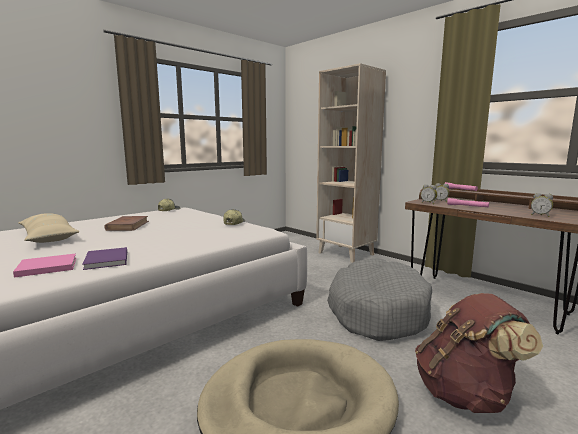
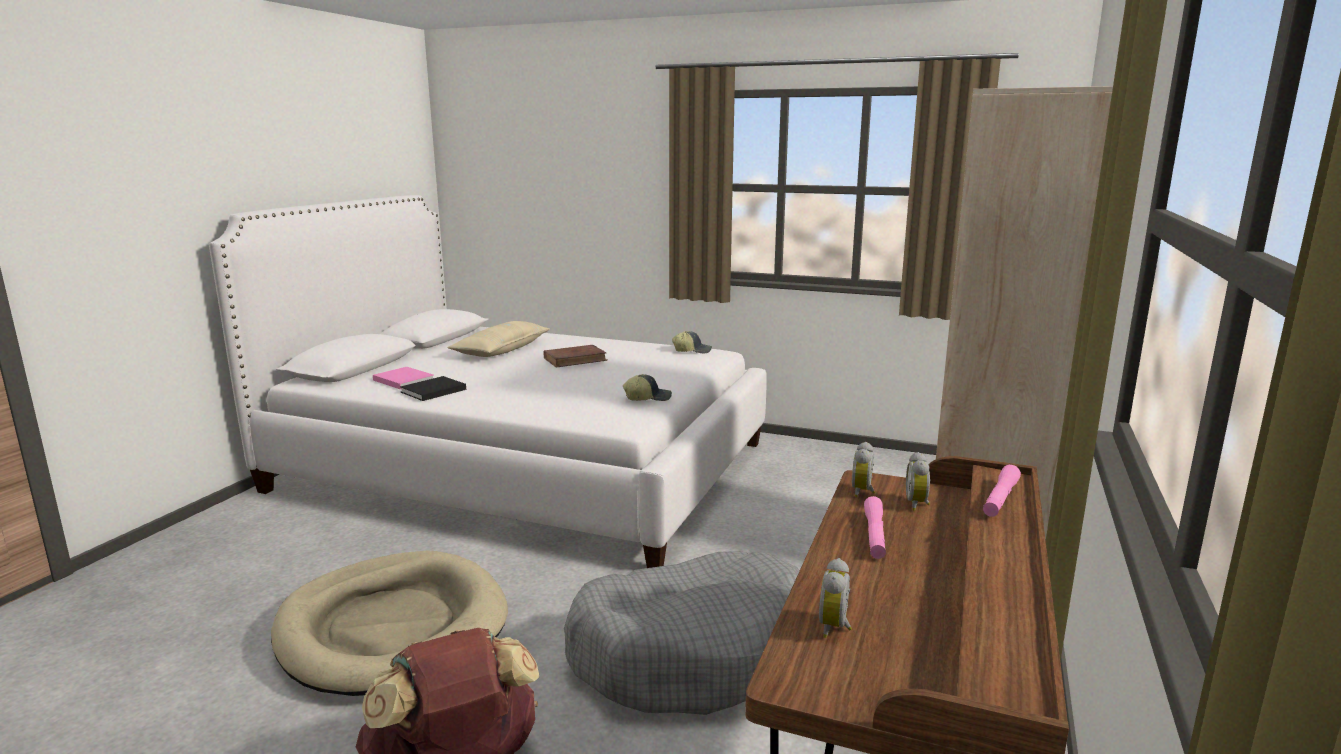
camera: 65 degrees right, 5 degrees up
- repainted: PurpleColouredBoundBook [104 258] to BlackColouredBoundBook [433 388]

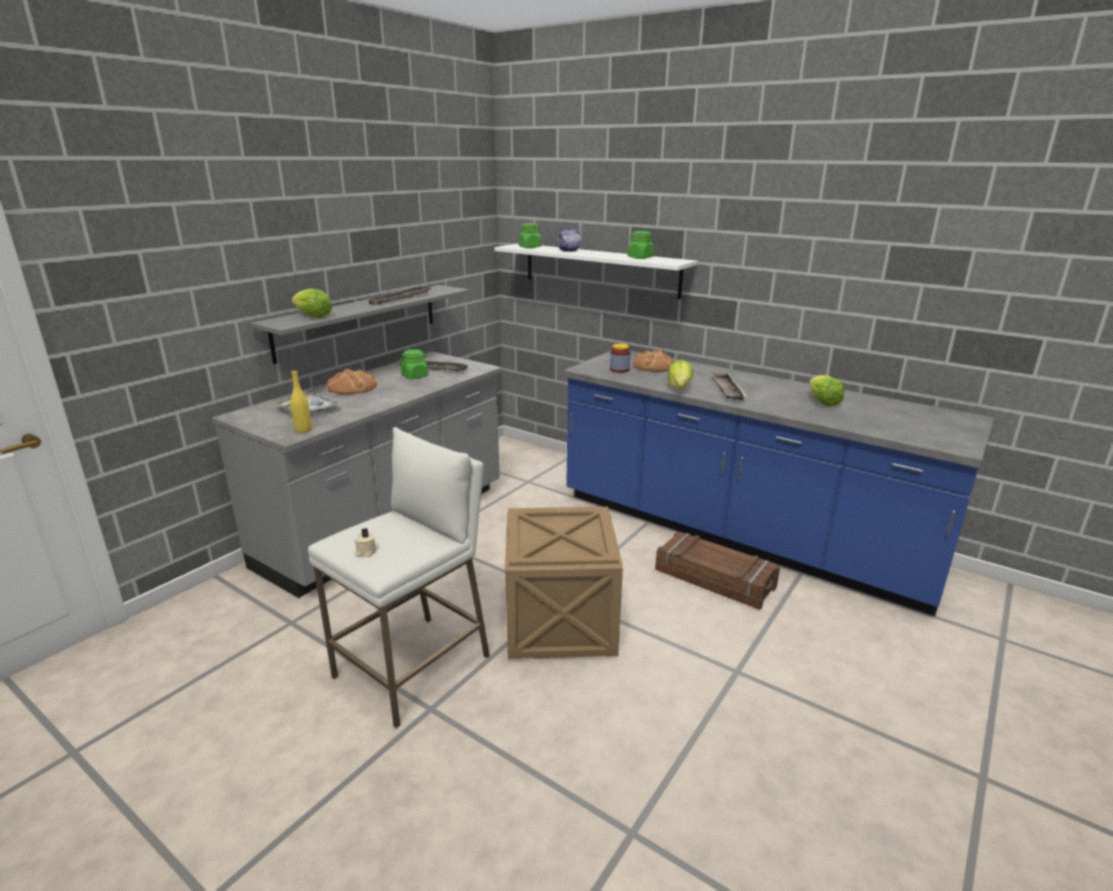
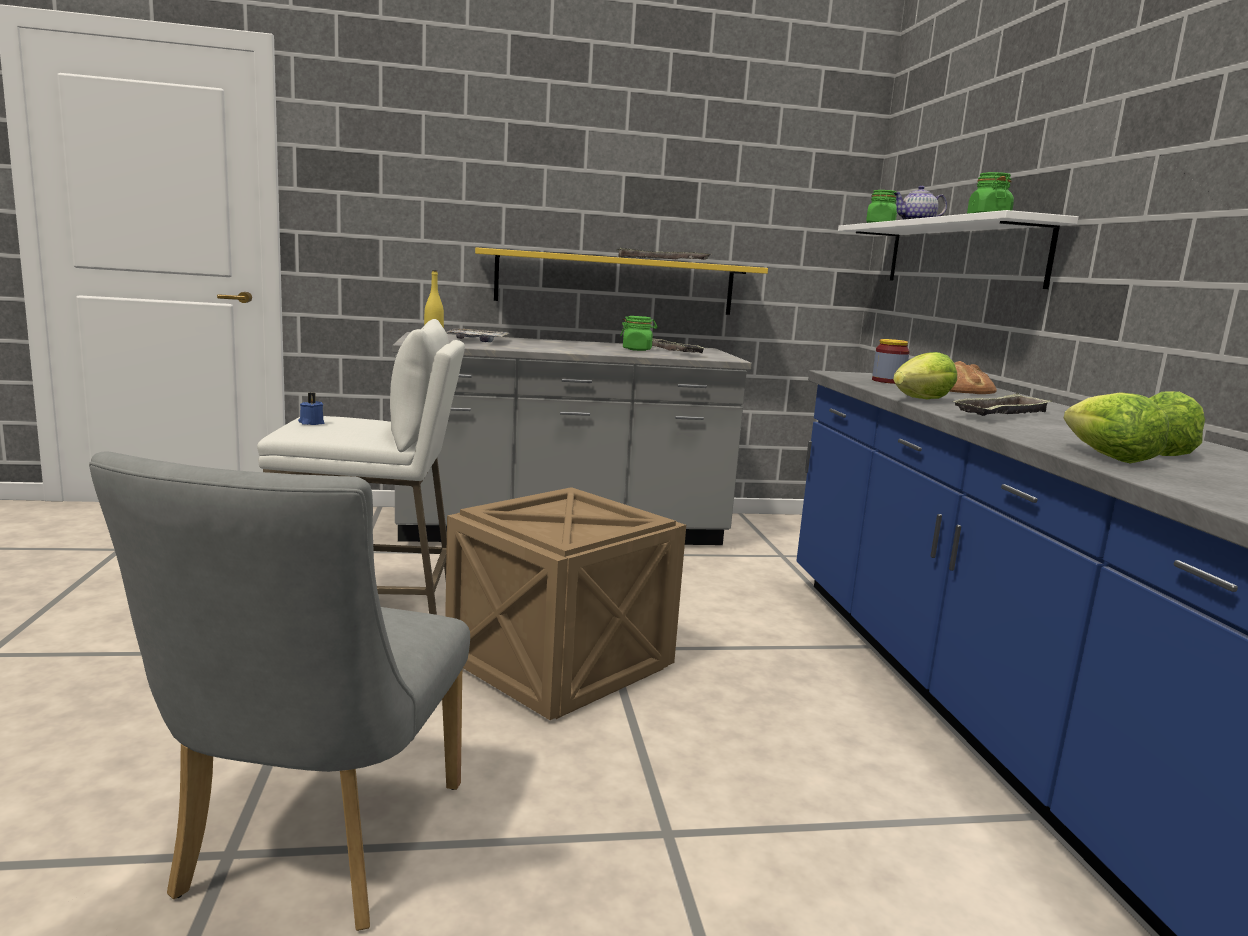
camera: 45 degrees right, 10 degrees down
- repainted: GreyBracketShelf [359 324] to YellowColouredBracketShelf [621 281]
- shifted: Lettuce [311 303] to [1116 427]
- gone: BakeryBread [352 381]
- repainted: SandColouredWaxCandle [365 542] to BlueWaxCandle [311 408]
- gone: PackingCrate [717 570]
- new: GreyUprightChair [279 691]

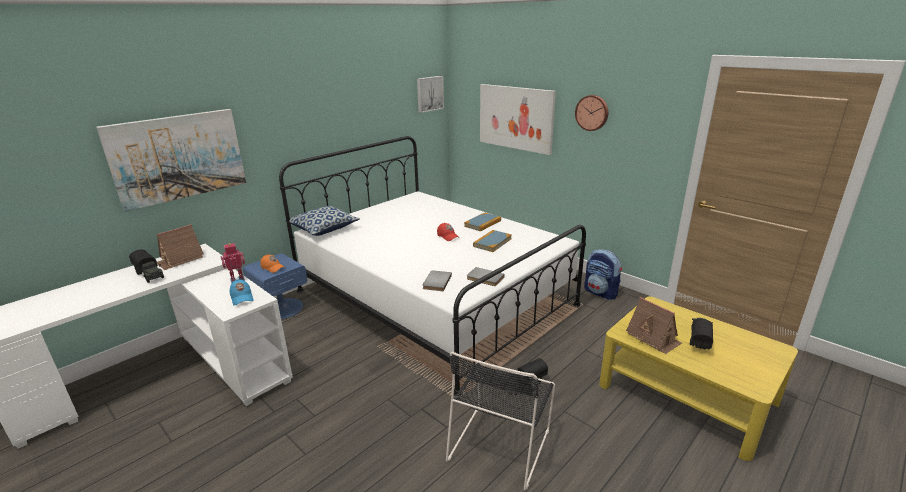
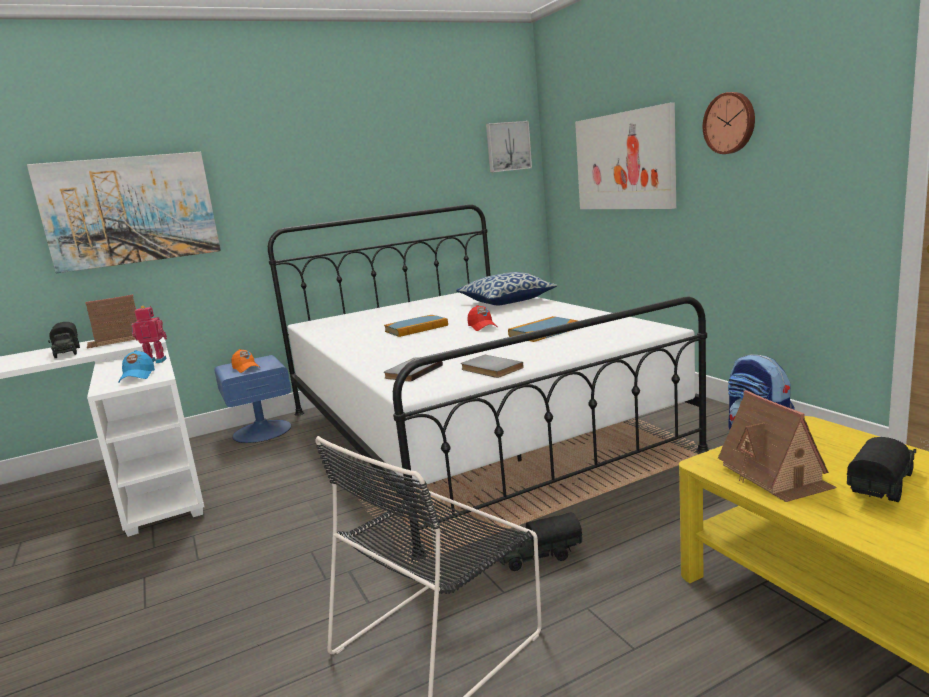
camera: 20 degrees right, 10 degrees down
- shifted: Pillow [322 221] to [506 288]
- shifted: BoundBook [482 222] to [416 326]

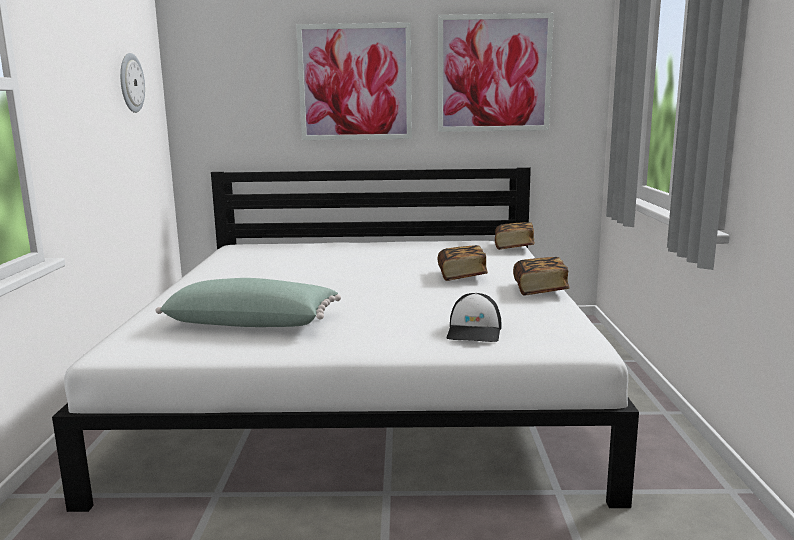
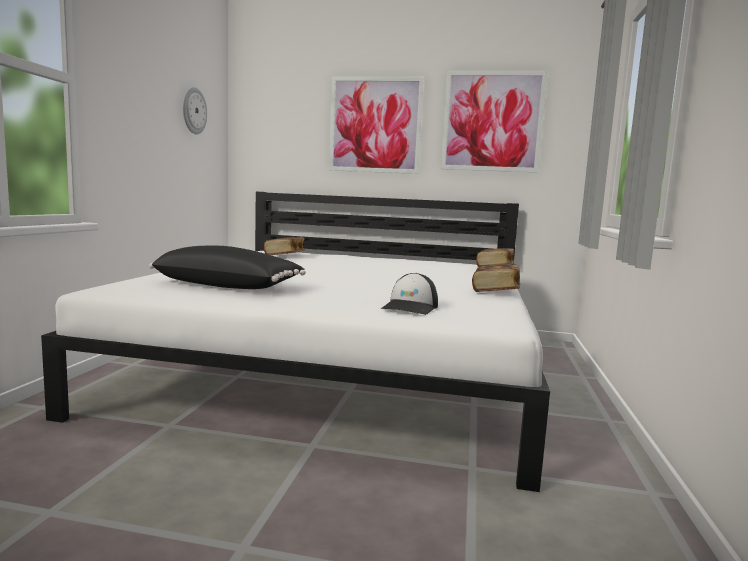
camera: 10 degrees right, 5 degrees down
- repainted: GreenColouredPillow [248 302] to BlackColouredPillow [227 267]
- shifted: BoundBook [463 263] to [284 246]

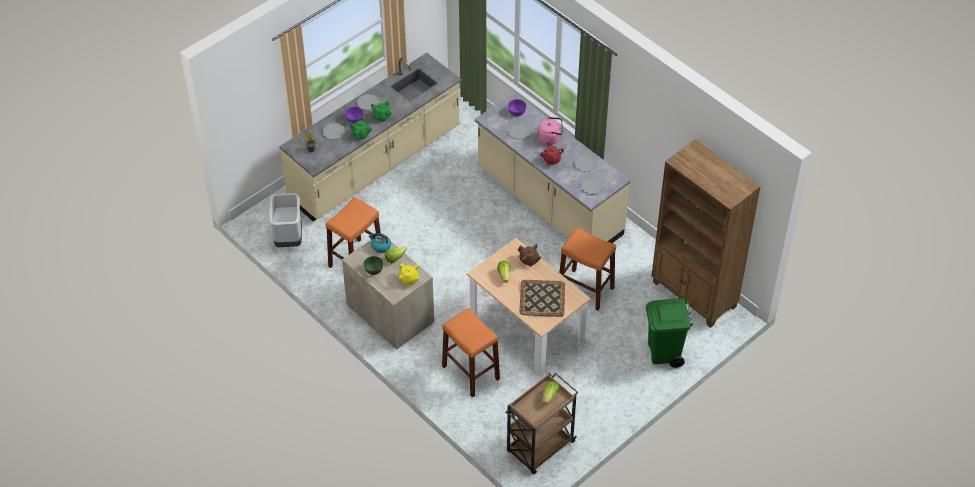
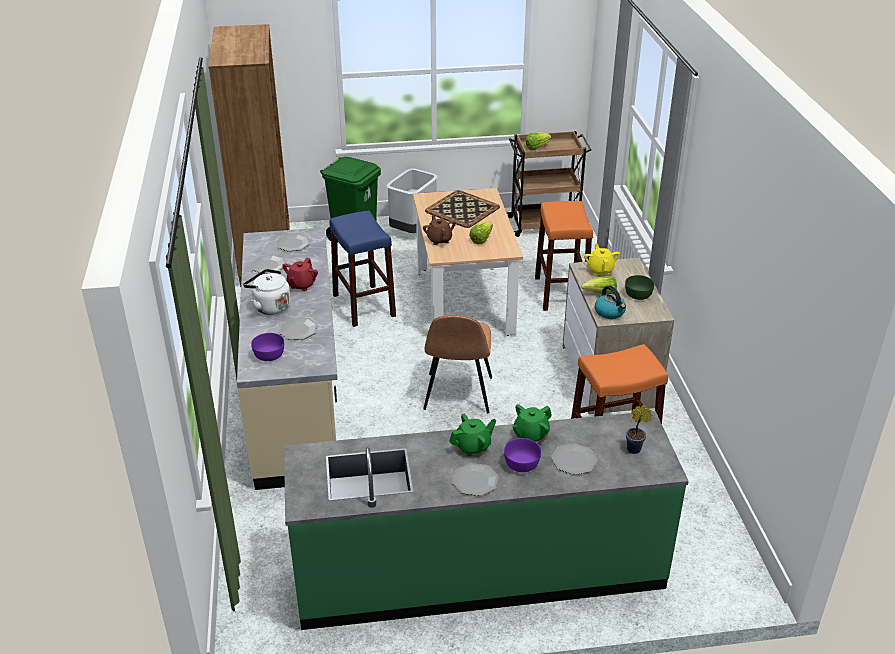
camera: 145 degrees left, 15 degrees down
- shifted: GreyWasteBin [285 220] to [412 200]
- repainted: SandColouredCounter [370 137] to GreenColouredCounter [486 520]
- repainted: PinkTeaKettle [550 131] to WhiteTeaKettle [267 292]
- repainted: OrangeColouredStool [587 269] to BlueStool [362 269]
- new: BrownUprightChair [457 364]

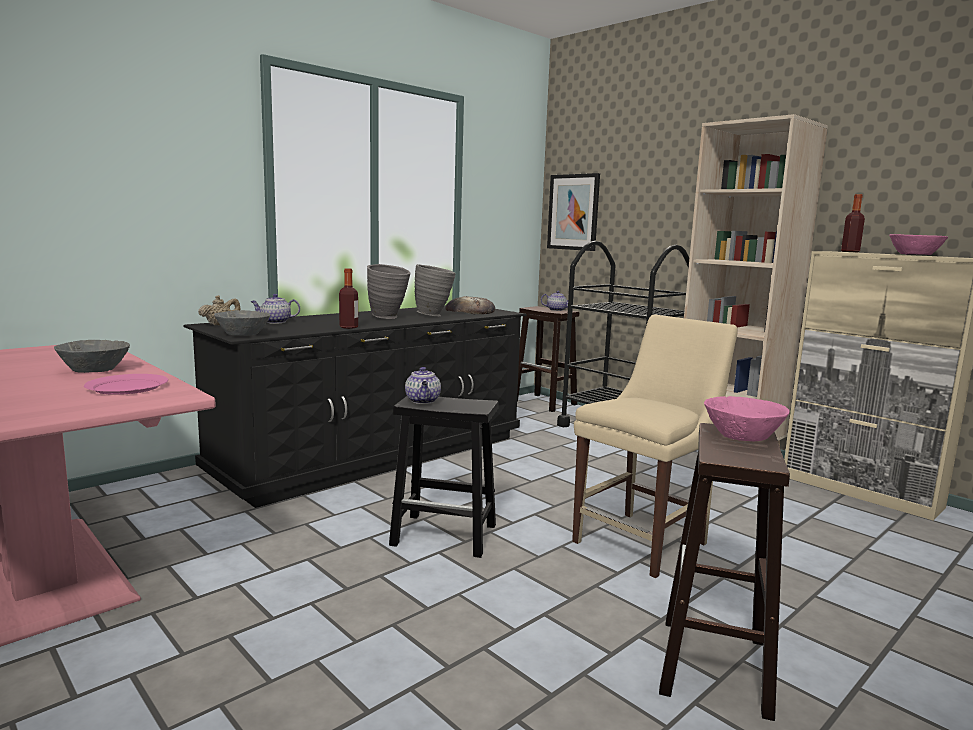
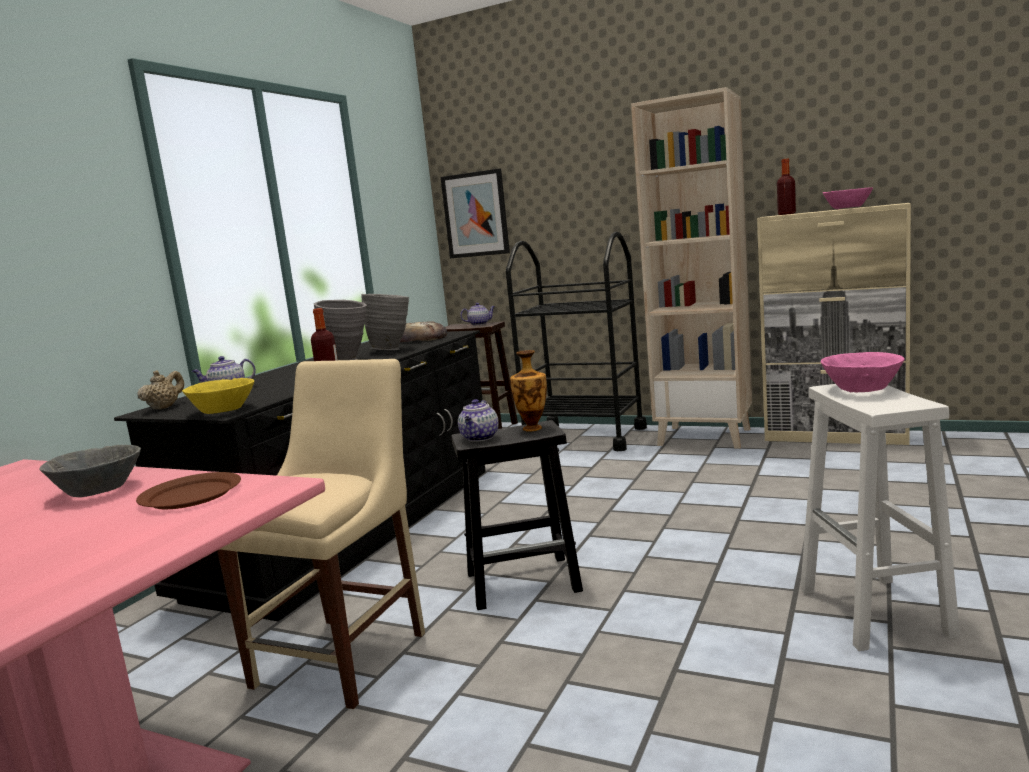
camera: 20 degrees left, 0 degrees up
- repainted: PinkFlatDish [126 384] to BrownFlatDish [188 490]
- repainted: GreyServingBowl [242 323] to YellowColouredServingBowl [218 396]
- rotated: PotForTea [423 385] = [478 420] 45 degrees clockwise
- shifted: SandColouredUprightChair [655 446] to [321 534]
- repainted: BrownStool [724 572] to WhiteStool [880 517]
- new: FlowerVase [528 391]

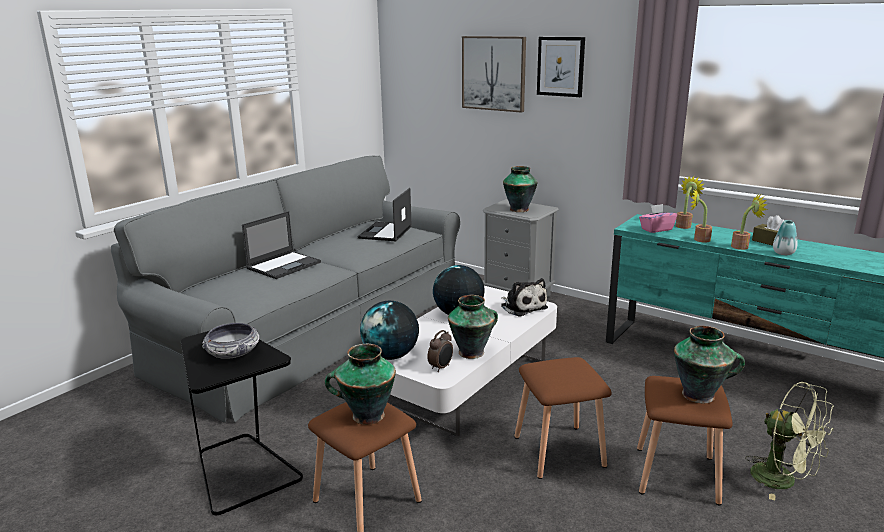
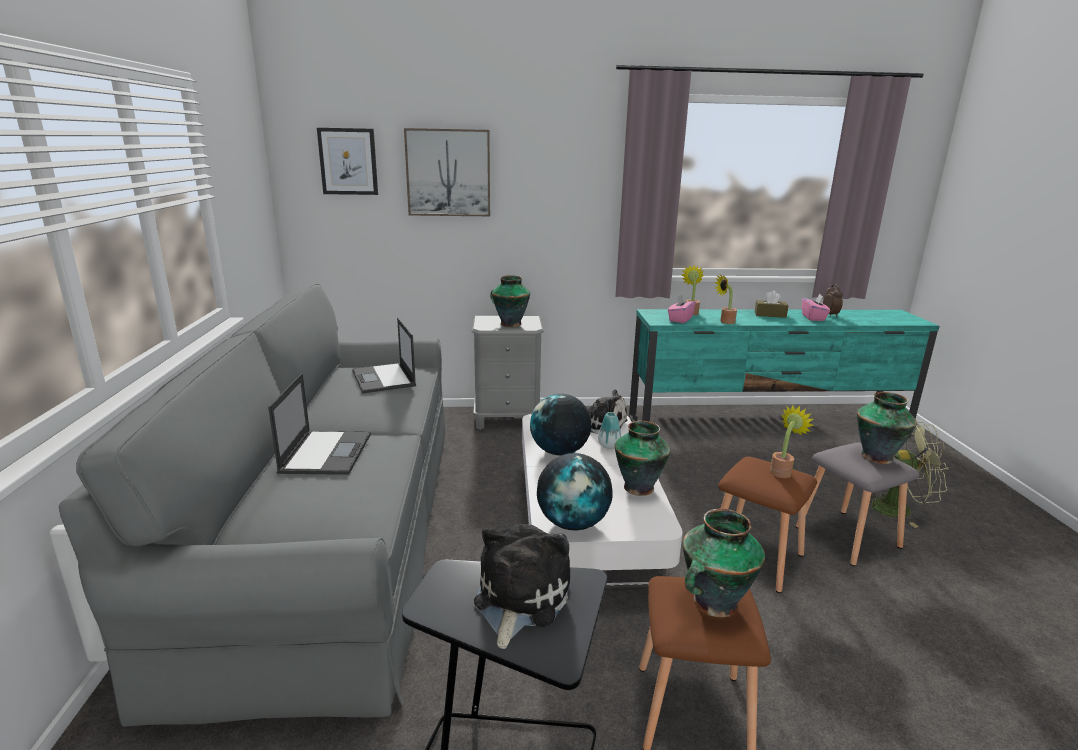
camera: 40 degrees left, 0 degrees up
- swapped: ServingBowl [230 341] to SoftToy [522 586]
- shifted: BedsideClock [440 351] to [833 300]
- shifted: WallArt [561 67] to [347 161]
- repainted: BrownStool [685 440] to GreyStool [857 504]
- shifted: Houseplant [749 222] to [792 441]
- shifted: FlowerVase [785 237] to [609 430]
- new: PinkTissueBox [816 307]

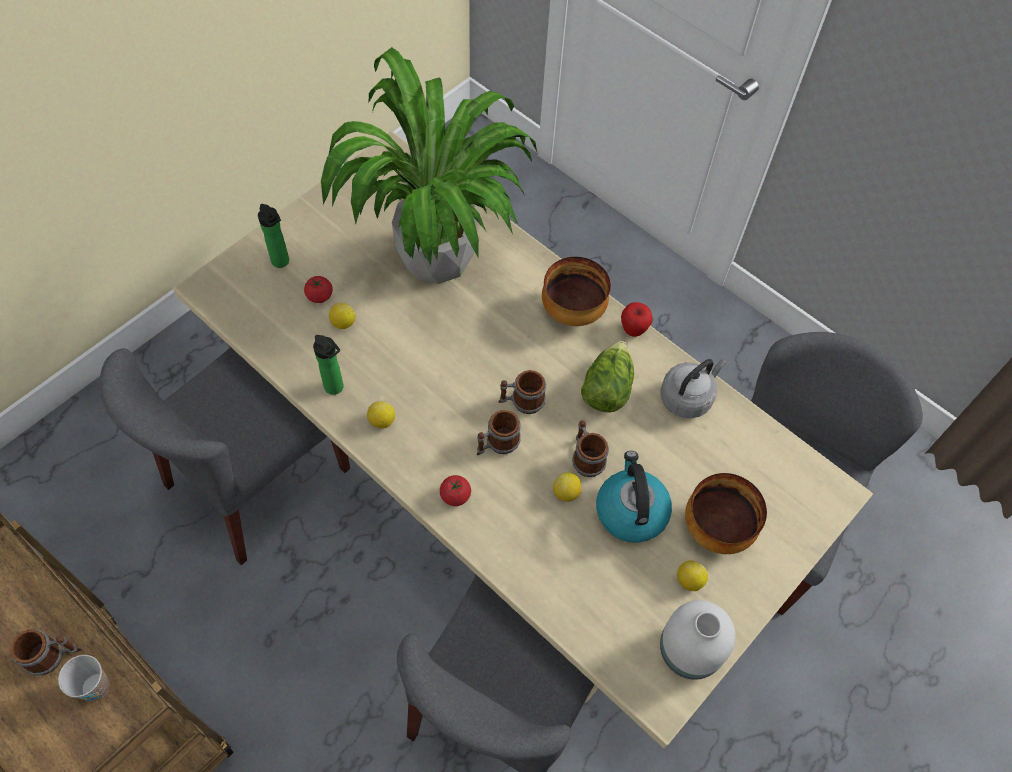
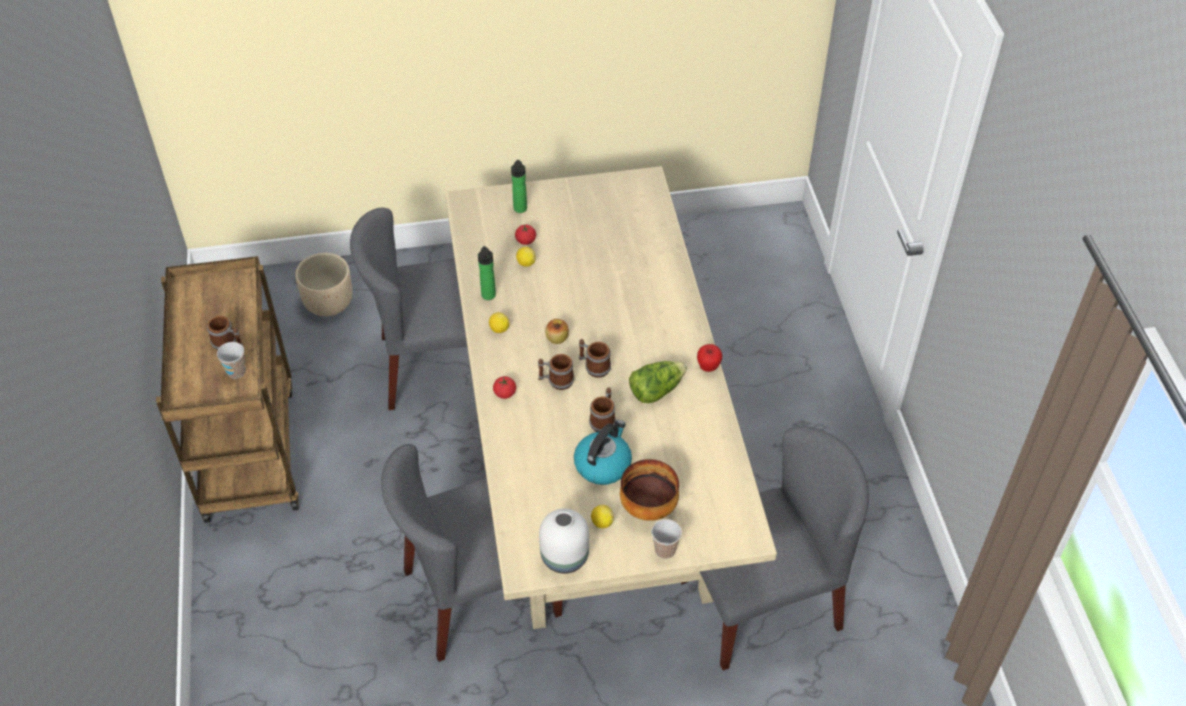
camera: 40 degrees right, 10 degrees down
- gone: Houseplant [429 165]
- gone: ServingBowl [576 291]
- gone: CitrusFruit [567 487]
- gone: GreyTeaKettle [694 388]
- new: SandColouredFlowerPot [323 284]
- new: Apple [557 331]
- new: DrinkingCup [667 539]

